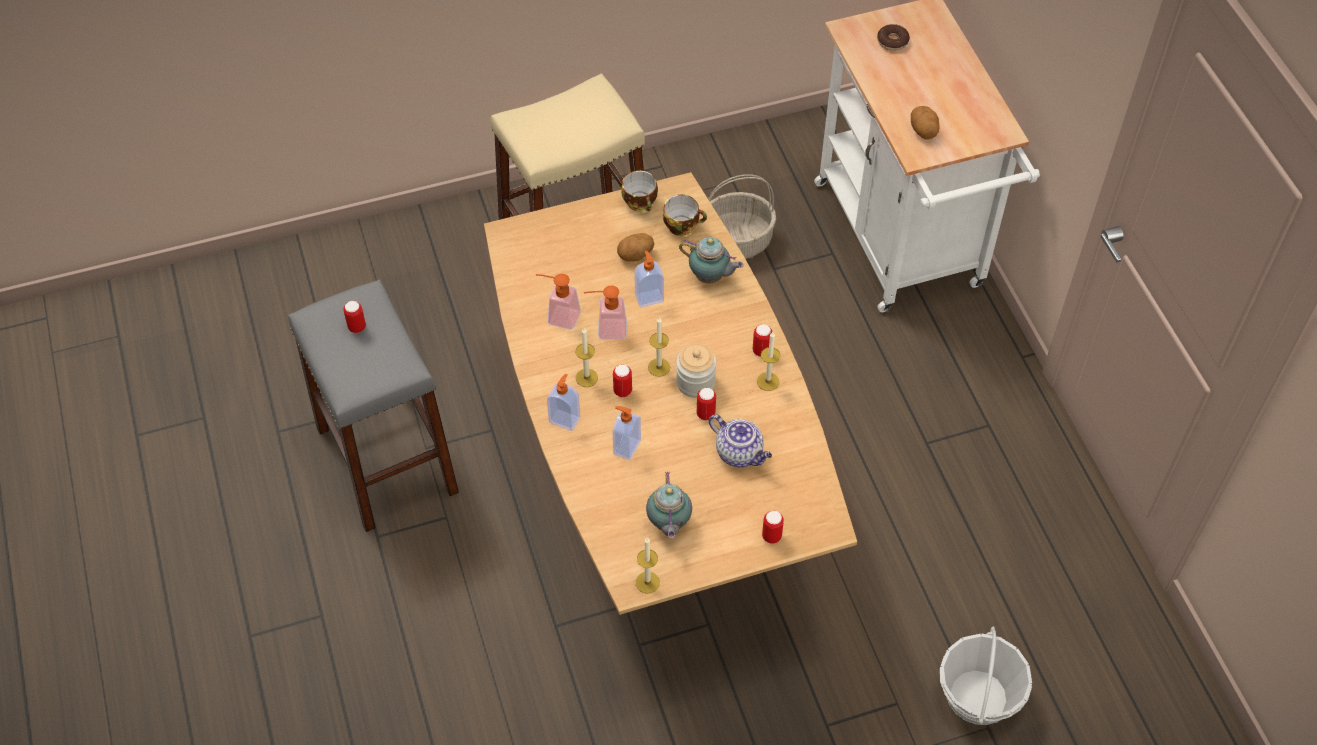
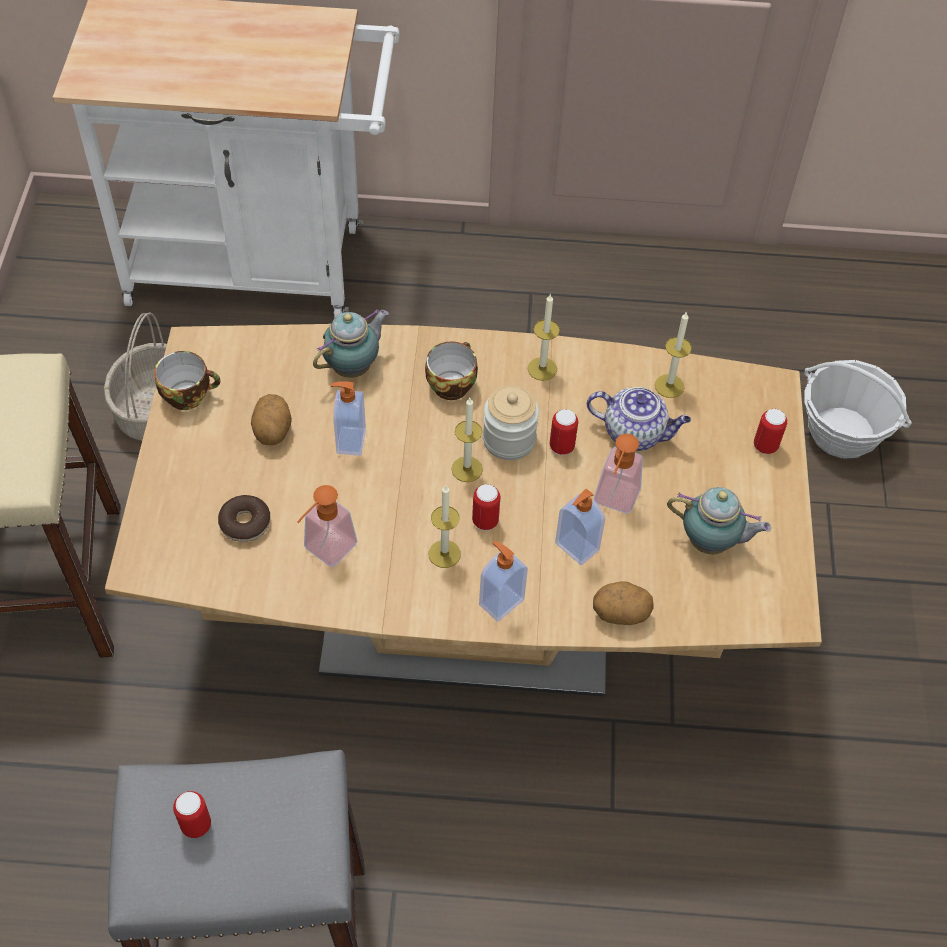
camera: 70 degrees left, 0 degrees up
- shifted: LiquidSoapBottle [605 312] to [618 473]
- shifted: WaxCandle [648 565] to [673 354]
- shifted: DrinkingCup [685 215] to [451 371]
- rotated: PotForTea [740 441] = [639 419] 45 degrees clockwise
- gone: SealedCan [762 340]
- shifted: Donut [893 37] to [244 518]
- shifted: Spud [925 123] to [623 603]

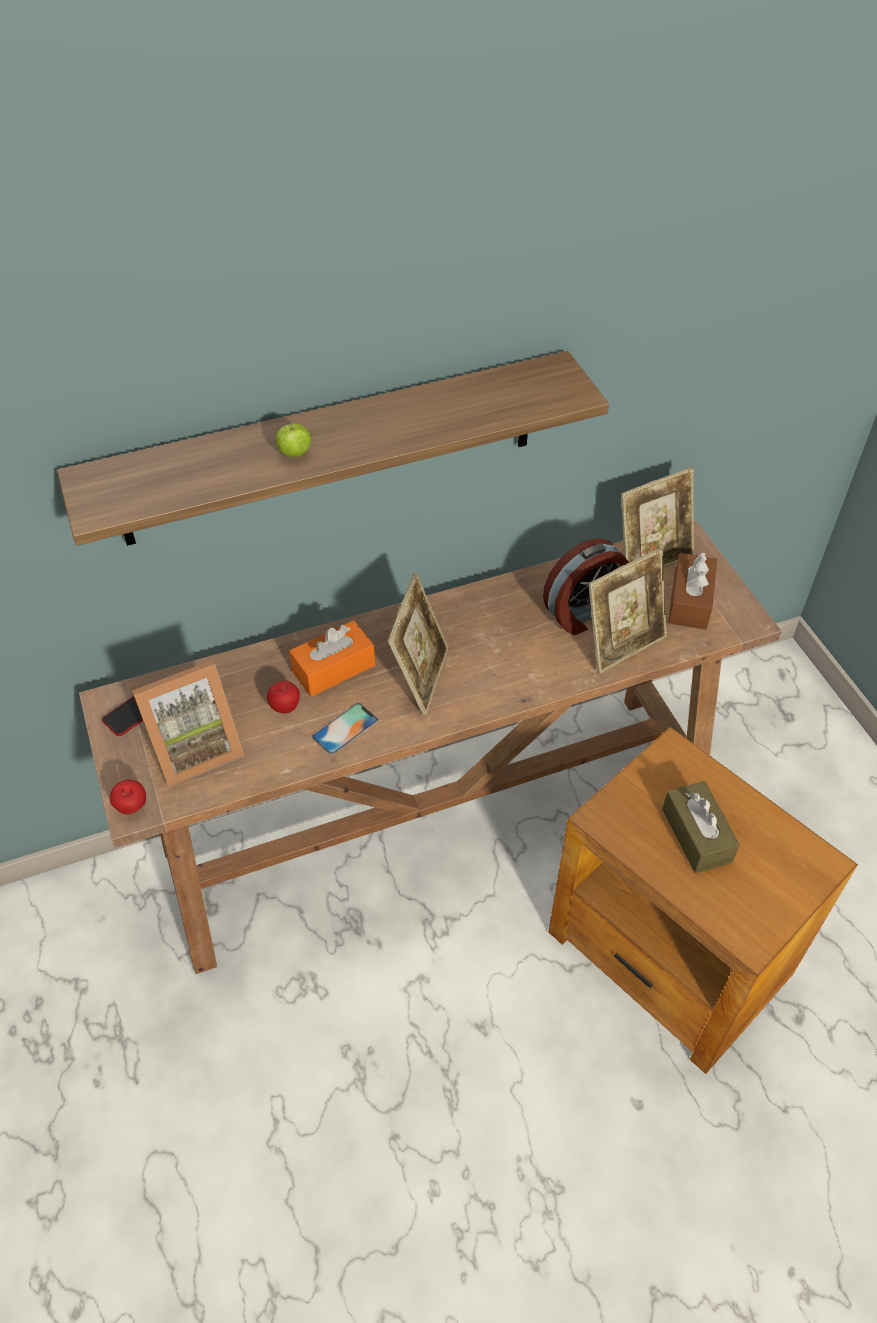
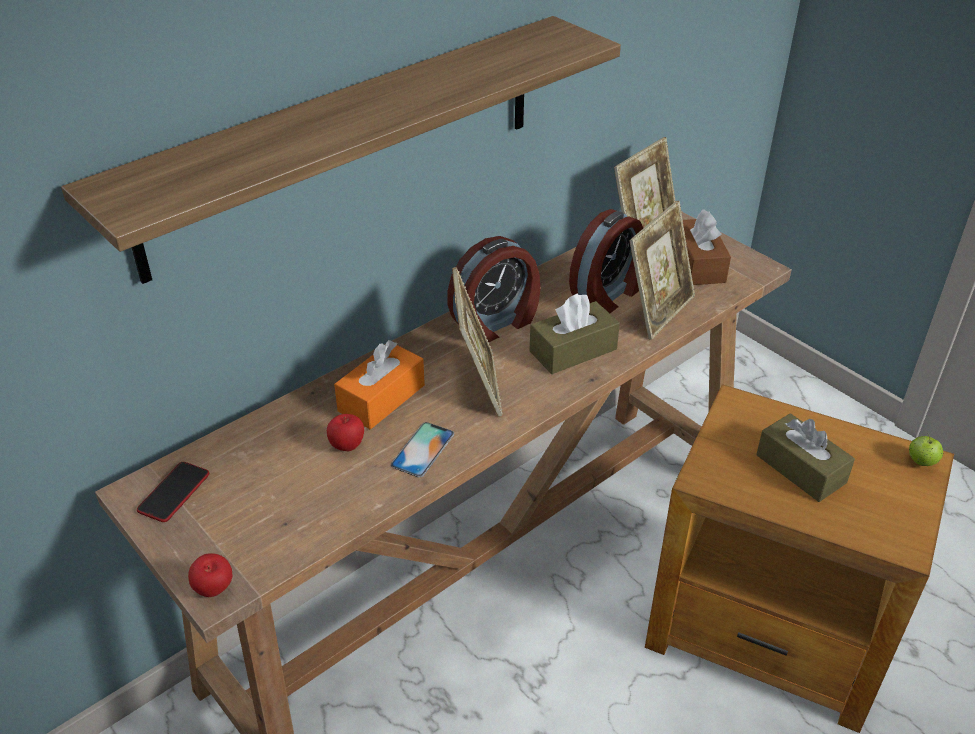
camera: 20 degrees left, 10 degrees down
- gone: StandingFrame [188 723]
- shifted: Apple [293 438] to [926 450]
- new: BedsideClock [494 289]
- new: BrownTissueBox [574 333]

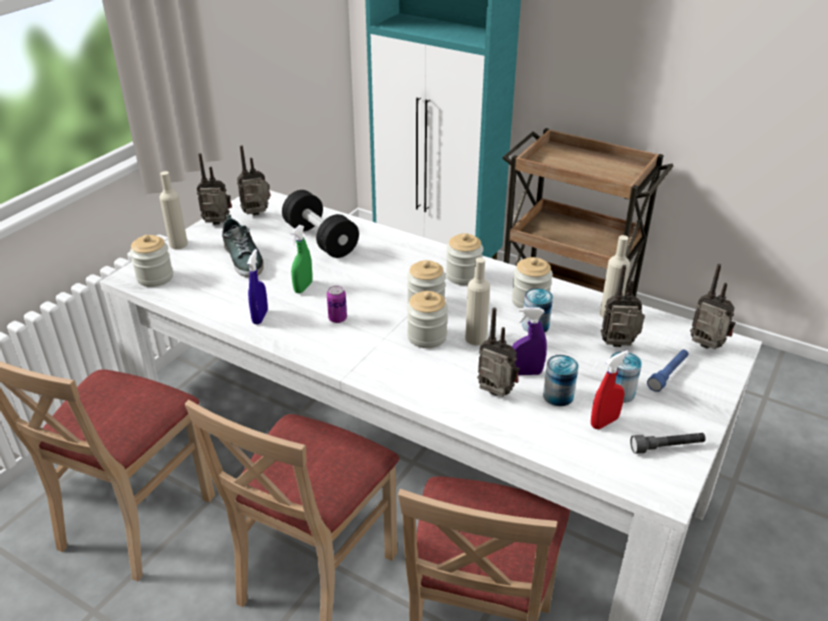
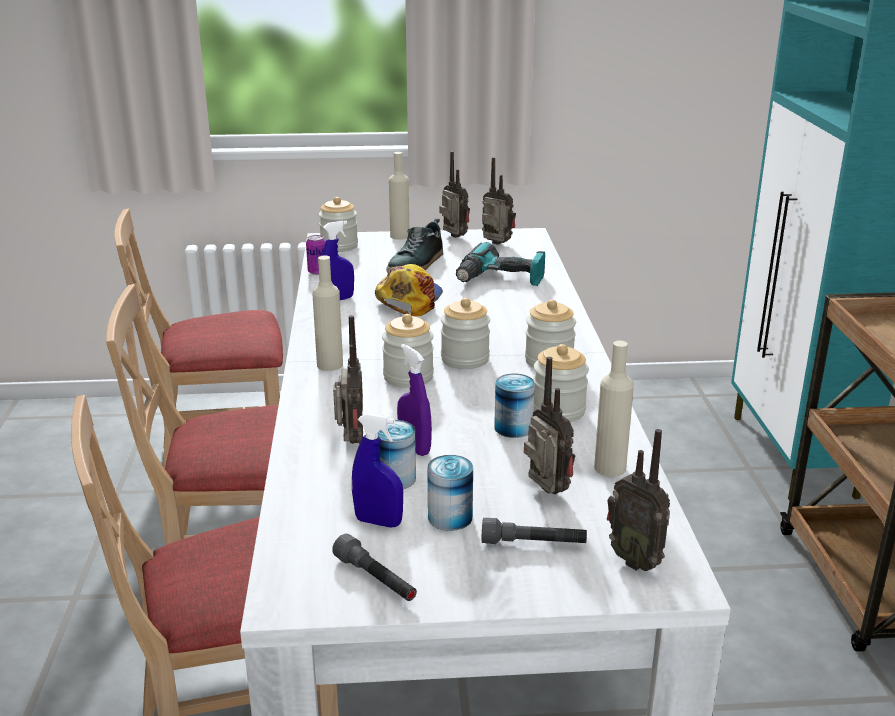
camera: 55 degrees right, 10 degrees down
- swapped: BlackColouredDumbbell [320 224] to ElectricDrill [500 264]
- swapped: GreenColouredSprayBottle [302 259] to BaseballCap [409 290]
- shifted: SealedCan [337 304] to [315 255]
- shifted: SandColouredBottle [477 301] to [327 313]
- repainted: RedColouredSprayBottle [610 389] to BlueSprayBottle [377 470]
- repainted: BlueFlashlight [667 370] to GreyFlashlight [534 531]
- rotated: RadioReceiver [713 306] = [638 500] 135 degrees clockwise

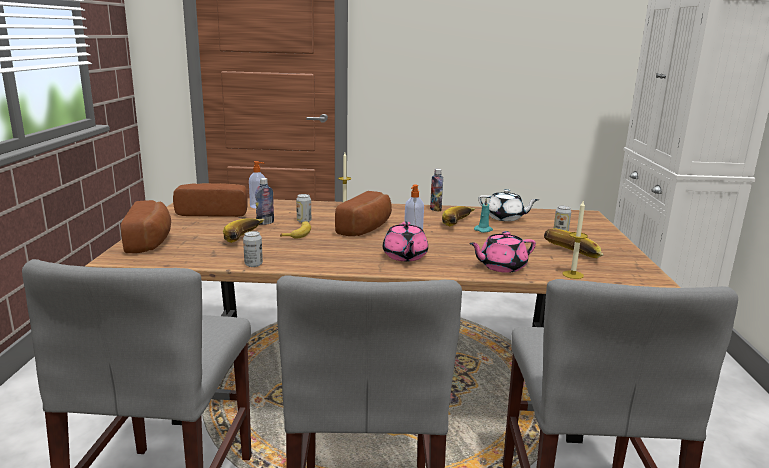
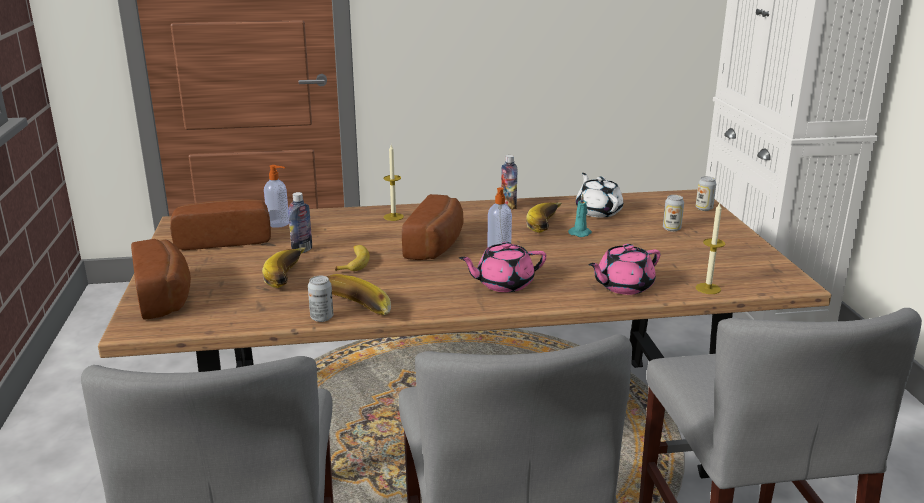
camera: 10 degrees left, 5 degrees up
- shifted: SealedCan [303 208] to [706 193]
- rotated: PinkPotForTea [405 241] = [502 267] 90 degrees clockwise
- rotated: WhitePotForTea [508 205] = [599 195] 120 degrees counterclockwise
- shifted: BananaFruit [574 243] to [358 294]

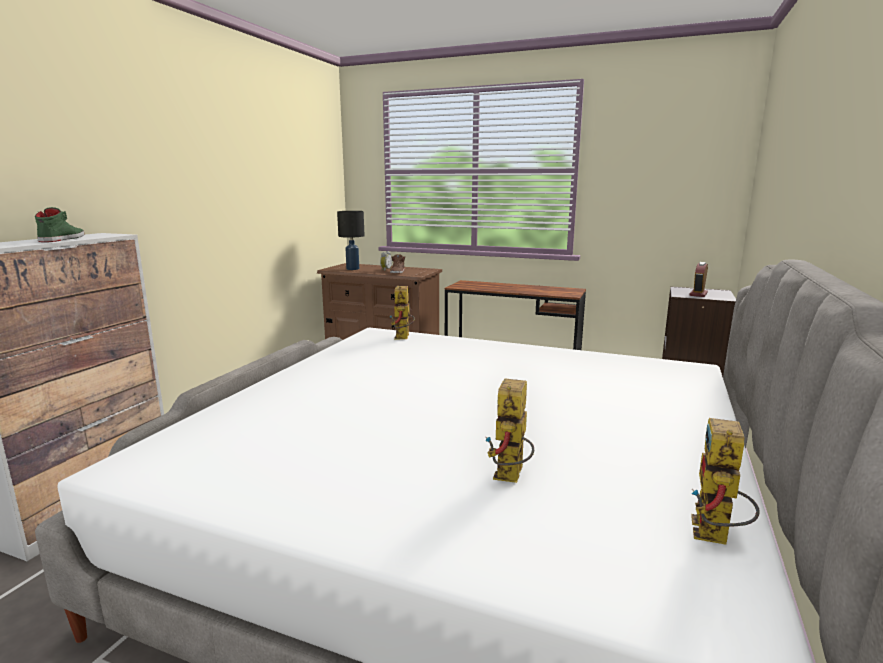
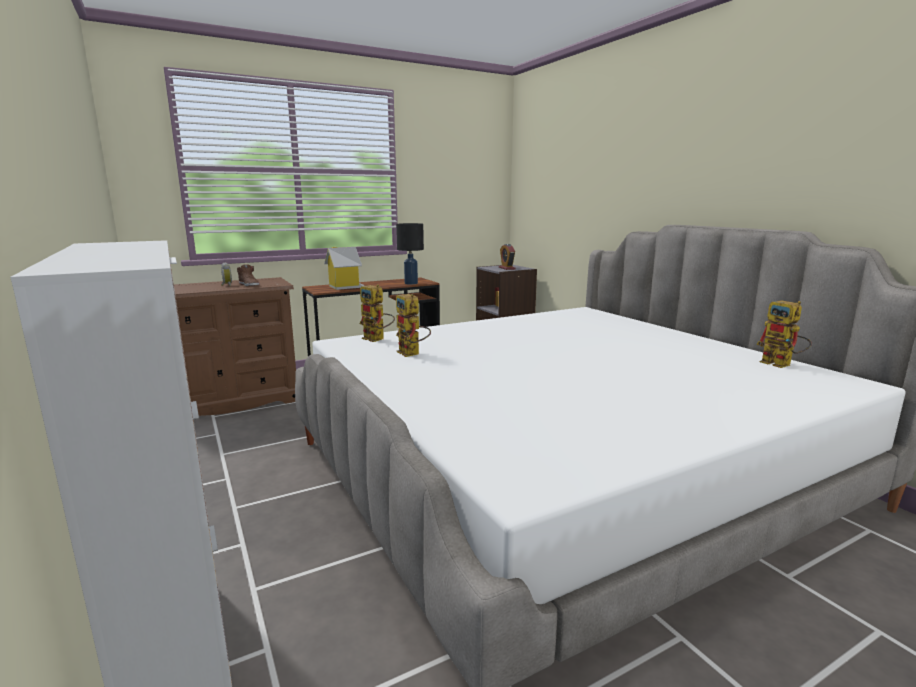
camera: 50 degrees left, 0 degrees up
- gone: GreenColouredItemOfFootwear [60 224]
- shifted: BlackColouredLampForATable [351 240] to [410 254]
- shifted: RobotFigure [509 430] to [413 325]
- new: MiniatureHouse [344 268]

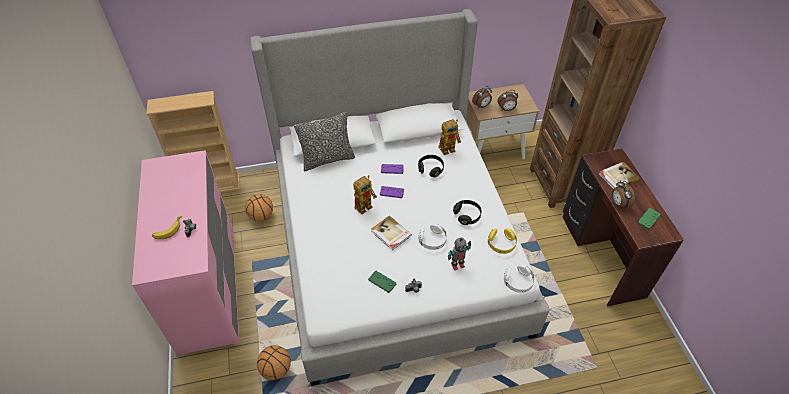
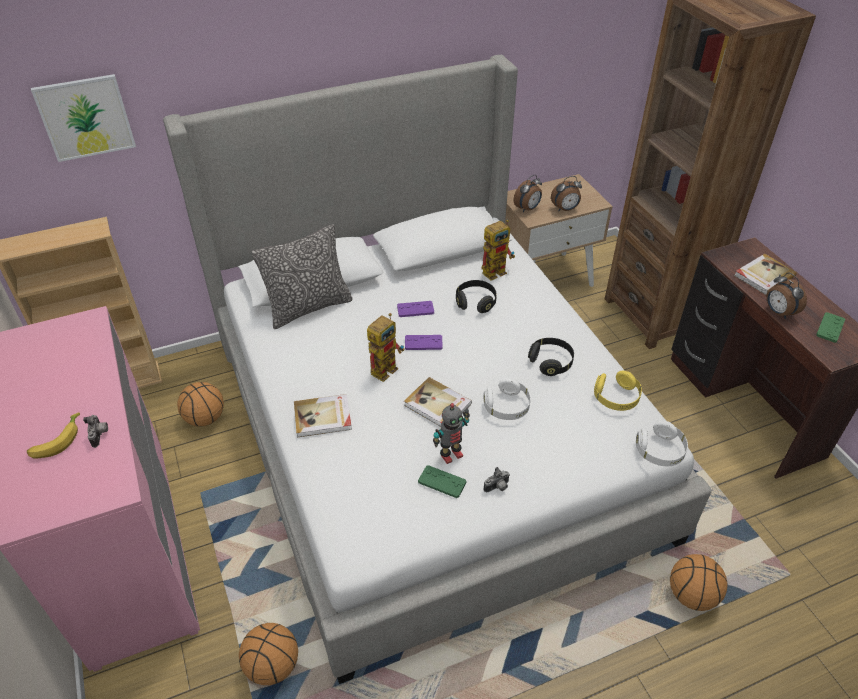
camera: 10 degrees left, 5 degrees down
- shifted: RobotFigure [459 253] to [451 433]
- new: WallArt [83 118]
- new: BoundBook [323 416]
- new: Basketball [699 582]

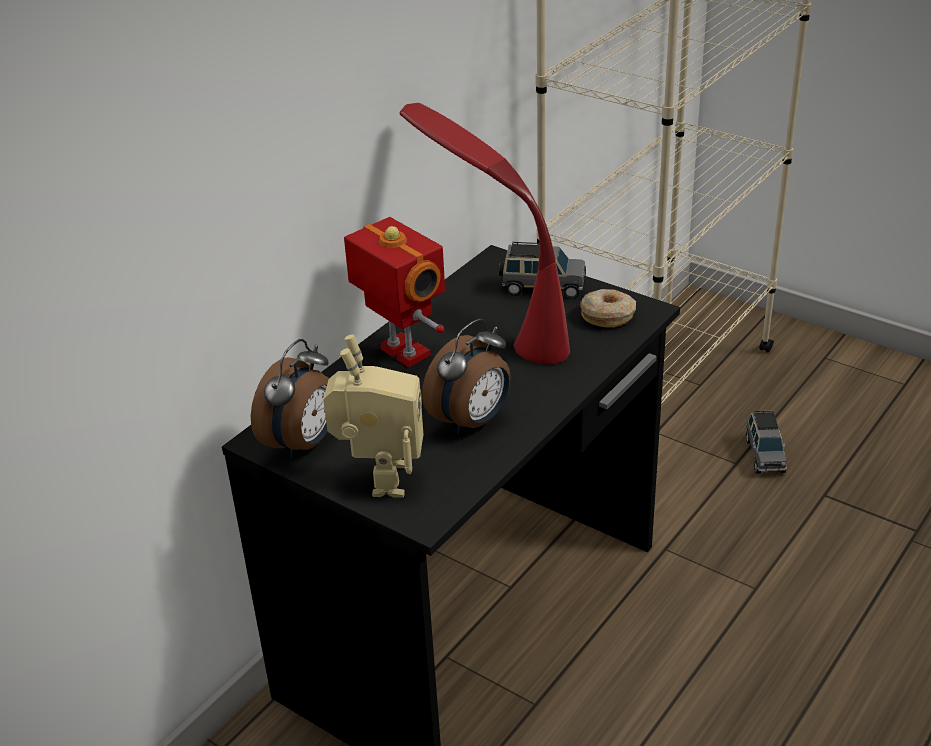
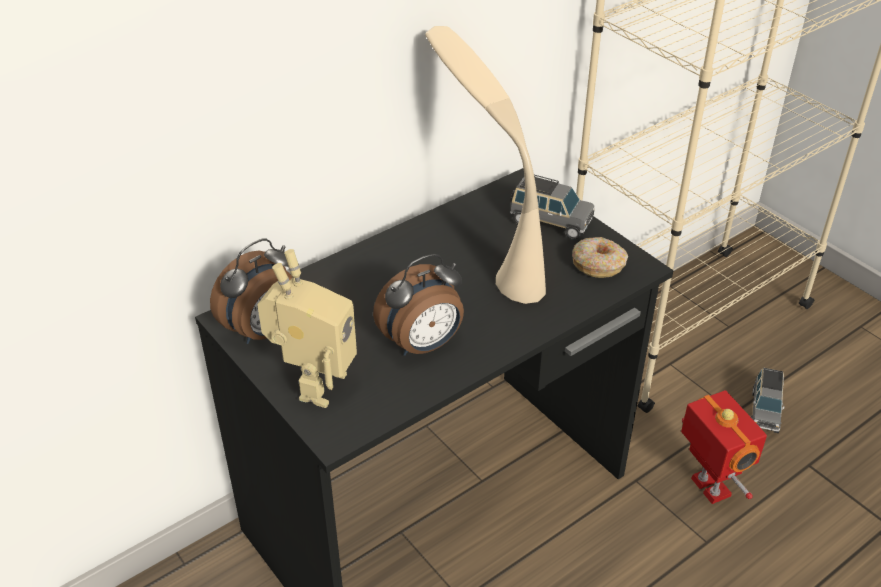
camera: 15 degrees right, 5 degrees up
- shifted: RobotFigure [394 292] to [724 447]
- repainted: RedColouredLampForATable [485 234] to SandColouredLampForATable [485 165]

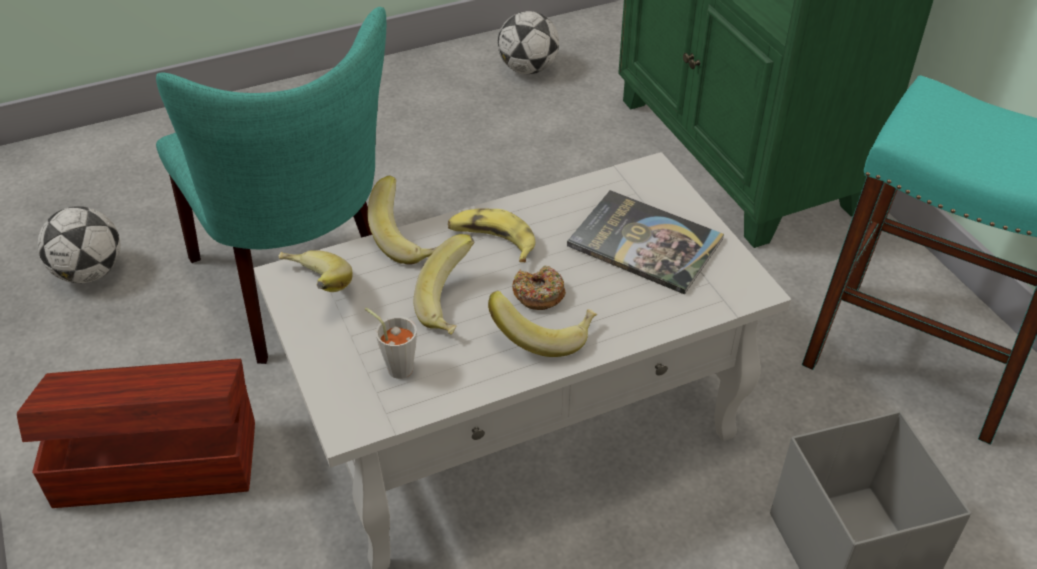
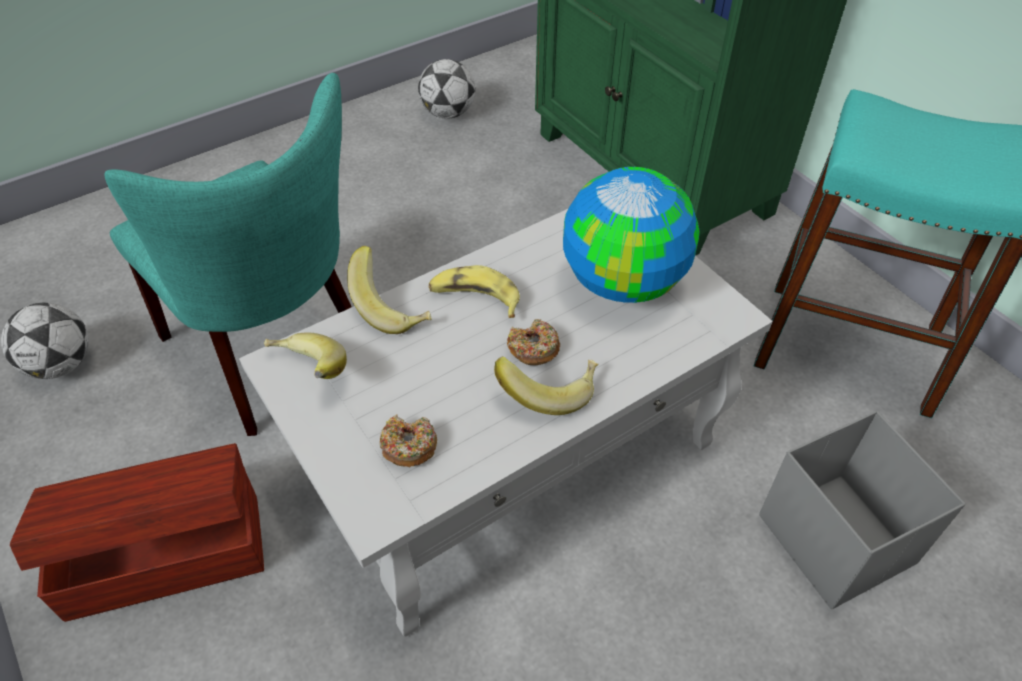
camera: 10 degrees left, 5 degrees up
- swapped: GreyDrinkingCup [391 343] to Donut [408 441]
- gone: BananaFruit [443 284]
- swapped: BoundBook [645 242] to WorldGlobe [631 235]

